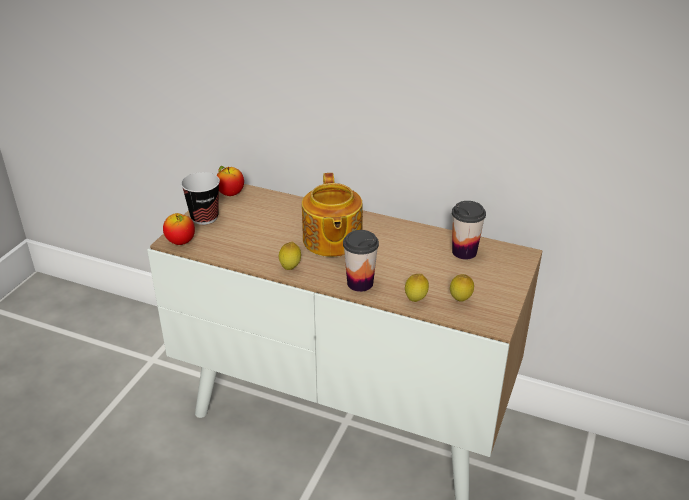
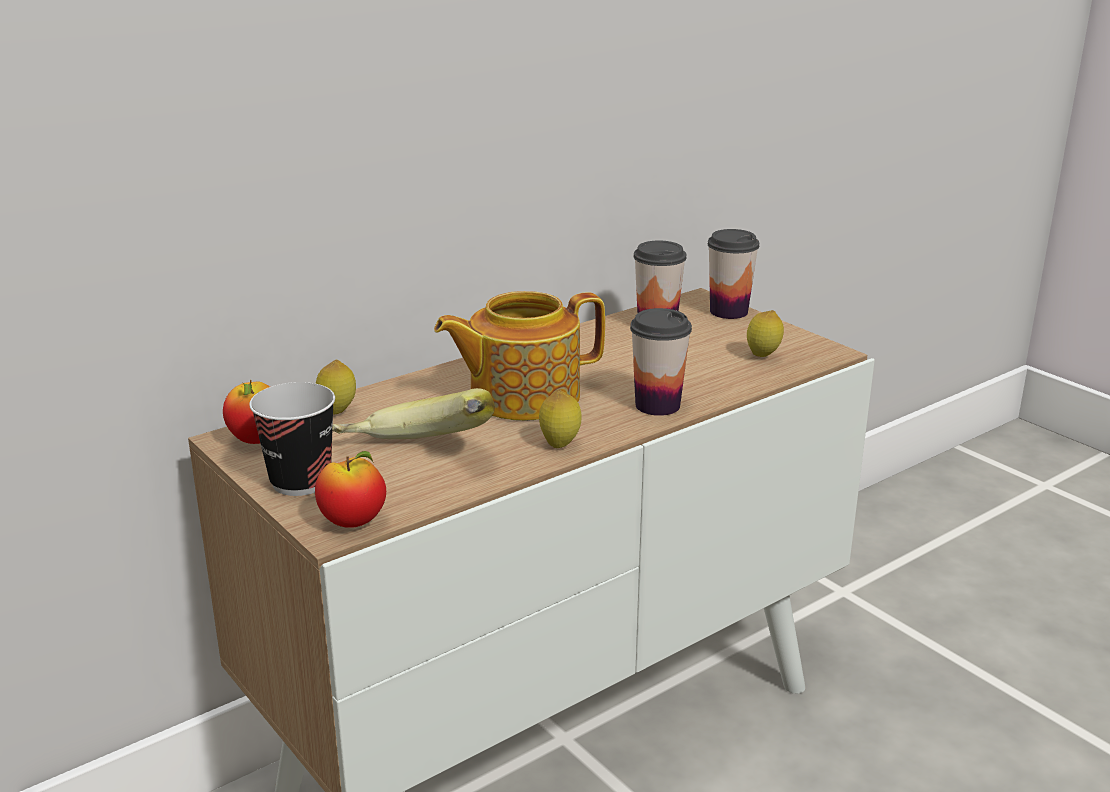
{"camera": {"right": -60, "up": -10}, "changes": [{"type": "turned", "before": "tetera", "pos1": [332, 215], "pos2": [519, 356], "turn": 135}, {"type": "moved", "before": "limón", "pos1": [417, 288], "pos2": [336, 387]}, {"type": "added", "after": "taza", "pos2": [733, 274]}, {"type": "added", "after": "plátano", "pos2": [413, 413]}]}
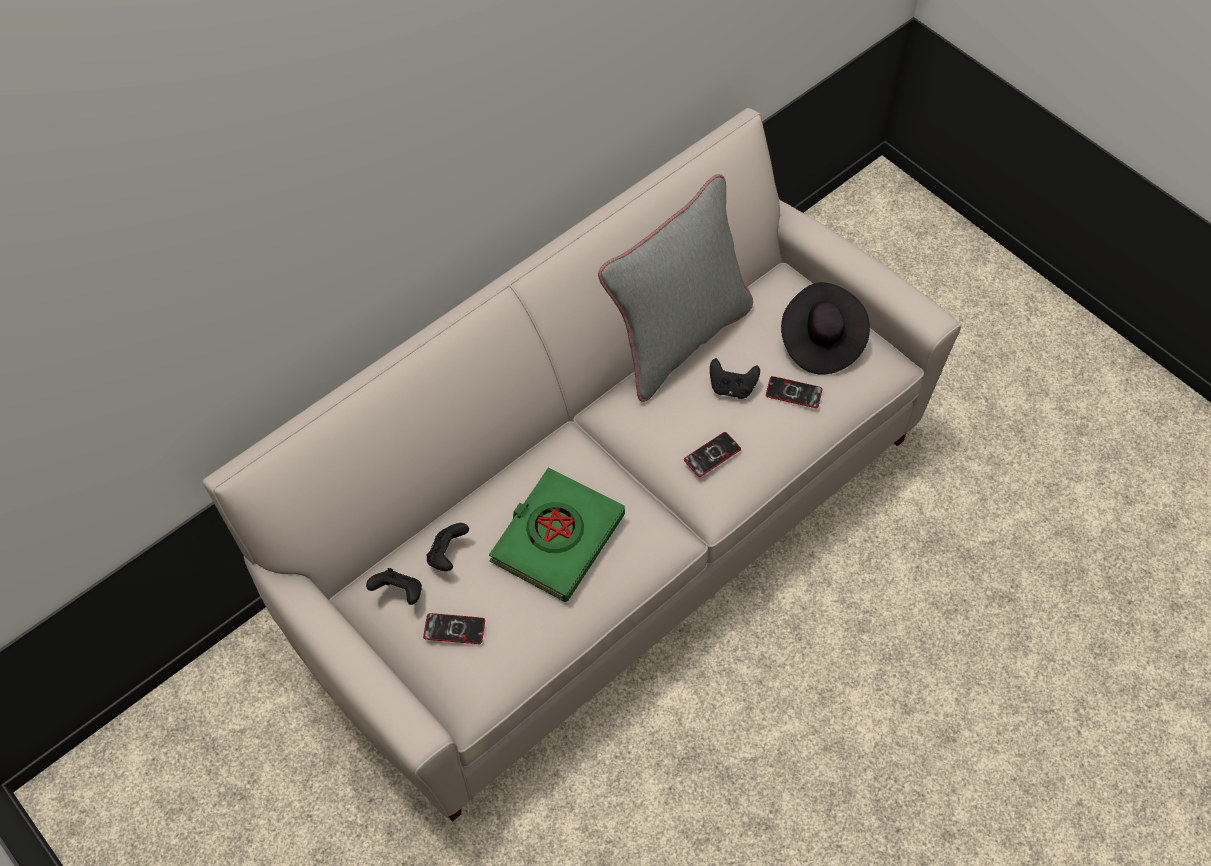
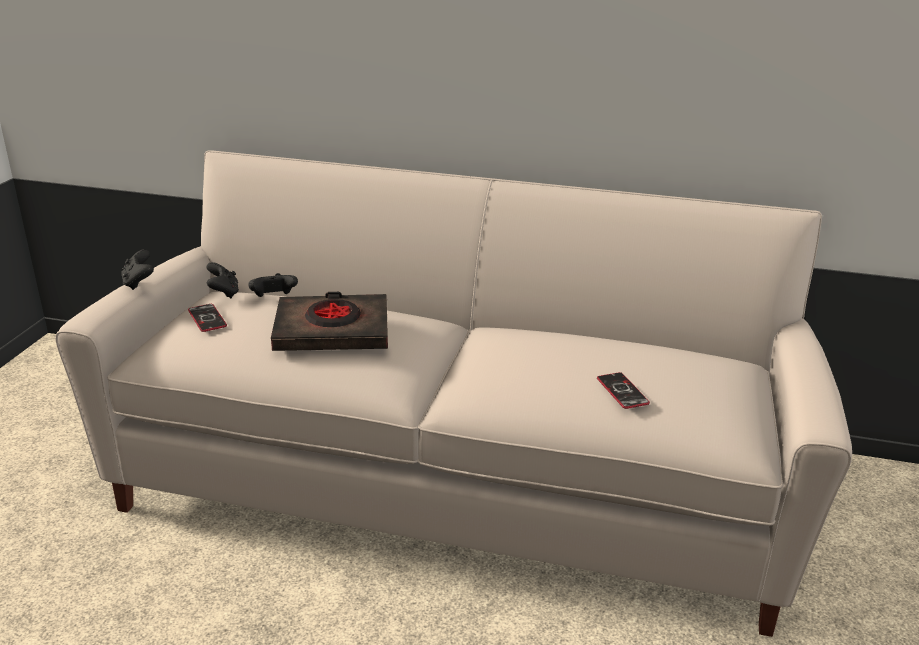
{"camera": {"right": 55, "up": -30}, "changes": [{"type": "removed", "before": "cojín/gris", "pos1": [675, 288]}, {"type": "removed", "before": "sombrero/negro", "pos1": [825, 328]}, {"type": "moved", "before": "mando de consola/negro", "pos1": [735, 378], "pos2": [137, 269]}, {"type": "removed", "before": "móvil", "pos1": [712, 454]}, {"type": "recoloured", "before": "libro/verde", "after": "libro/negro", "pos1": [557, 534], "pos2": [329, 321]}]}
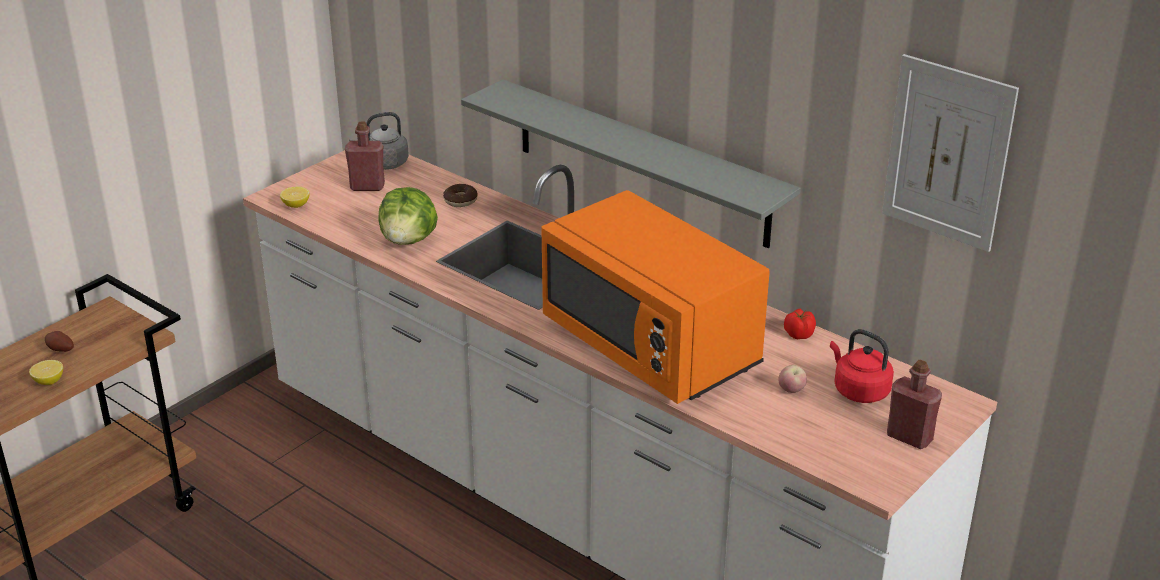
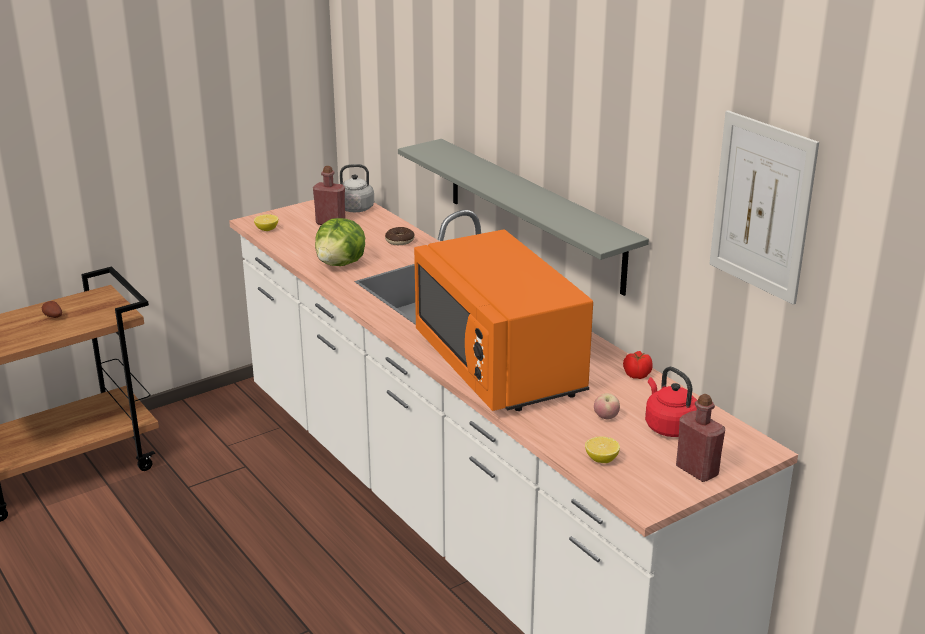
{"camera": {"right": 15, "up": -5}, "changes": [{"type": "moved", "before": "limón", "pos1": [46, 372], "pos2": [602, 449]}]}
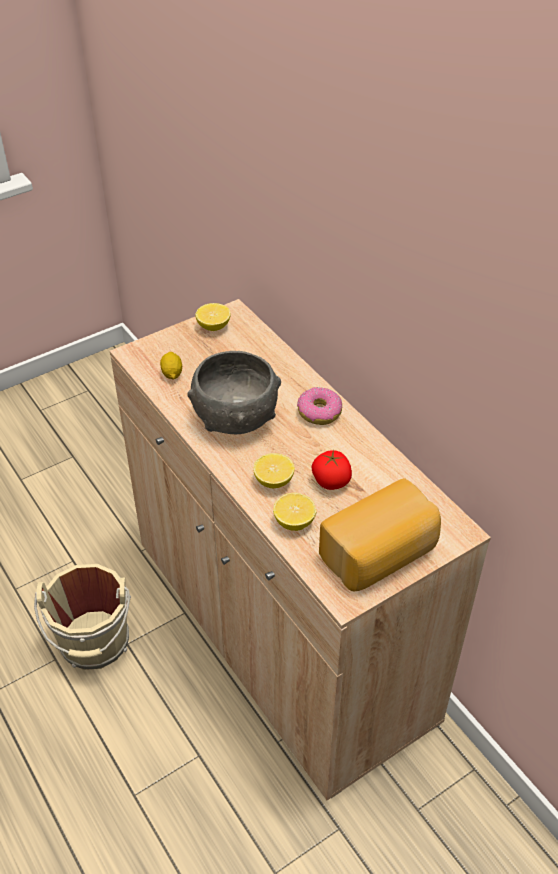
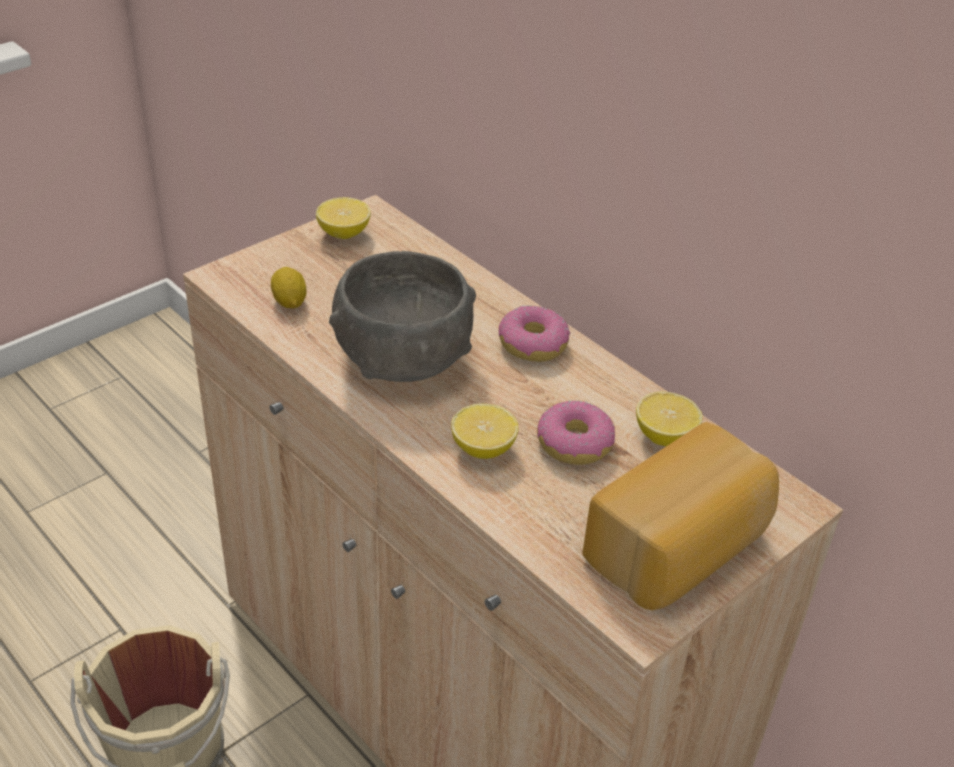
{"camera": {"right": -10, "up": -5}, "changes": [{"type": "replaced", "before": "tomate", "after": "rosquilla", "pos1": [332, 470], "pos2": [576, 432]}, {"type": "moved", "before": "limón", "pos1": [294, 512], "pos2": [669, 418]}]}
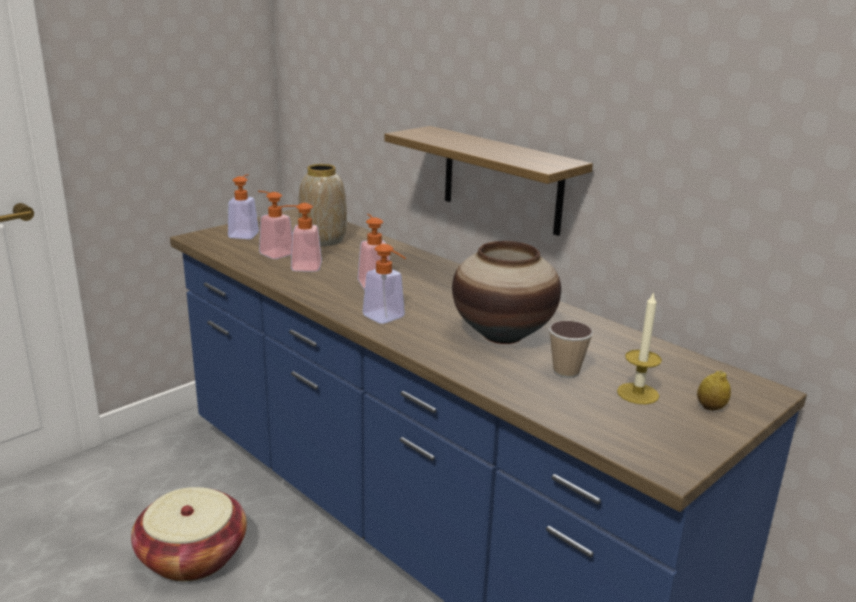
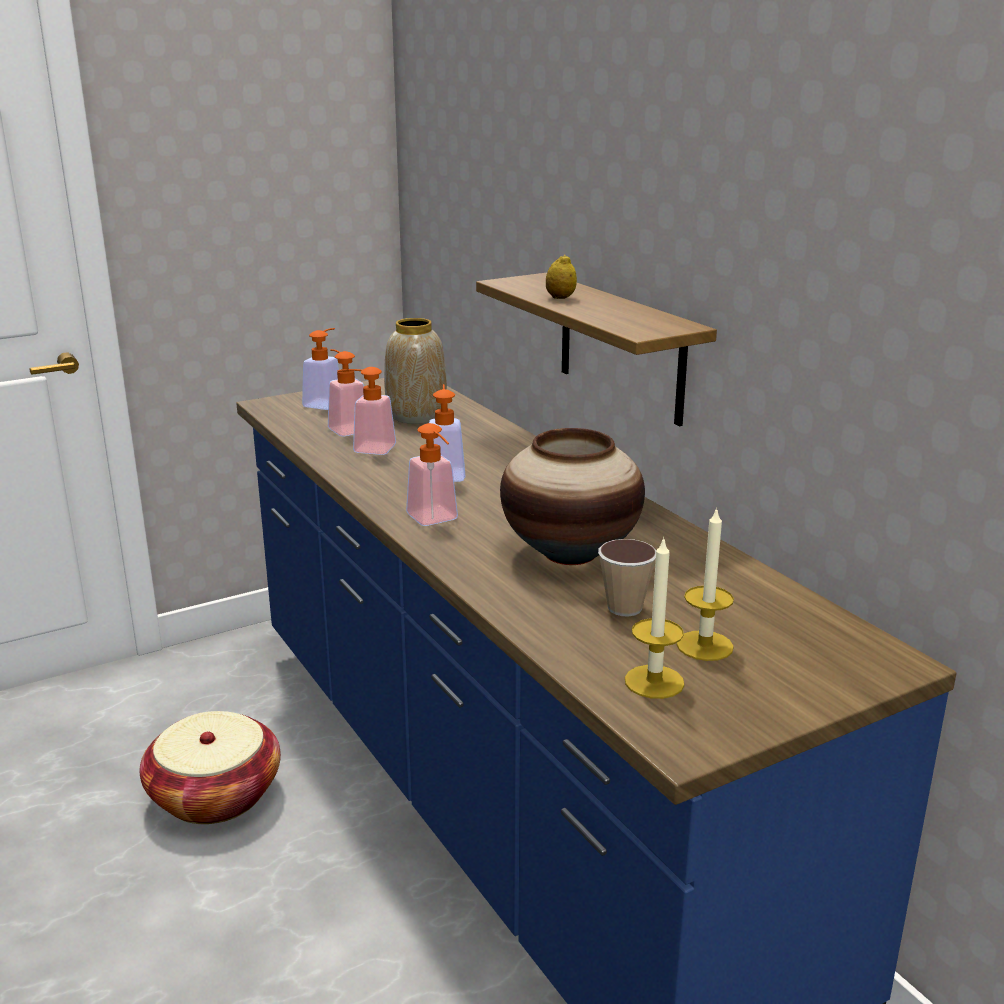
{"camera": {"right": 15, "up": 0}, "changes": [{"type": "moved", "before": "limón", "pos1": [714, 390], "pos2": [561, 276]}, {"type": "added", "after": "vela", "pos2": [654, 618]}]}
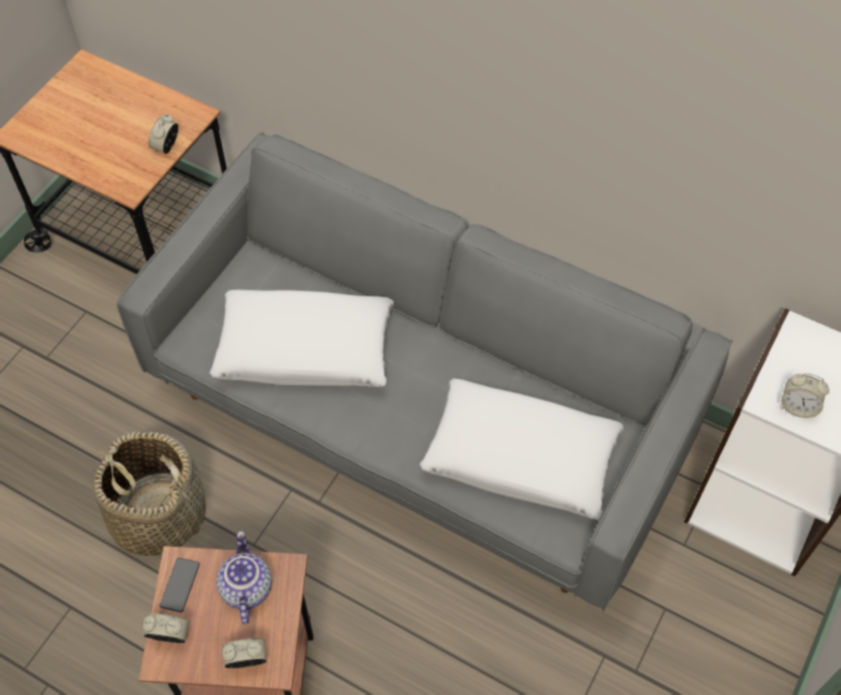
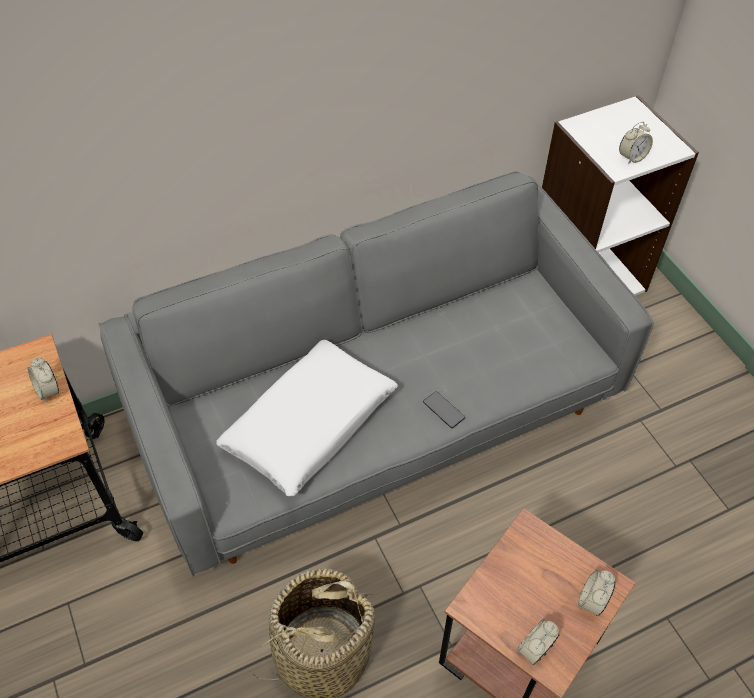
{"camera": {"right": -55, "up": -5}, "changes": [{"type": "removed", "before": "cojín/blanco", "pos1": [522, 448]}, {"type": "removed", "before": "tetera", "pos1": [244, 578]}, {"type": "moved", "before": "móvil", "pos1": [180, 585], "pos2": [444, 409]}]}
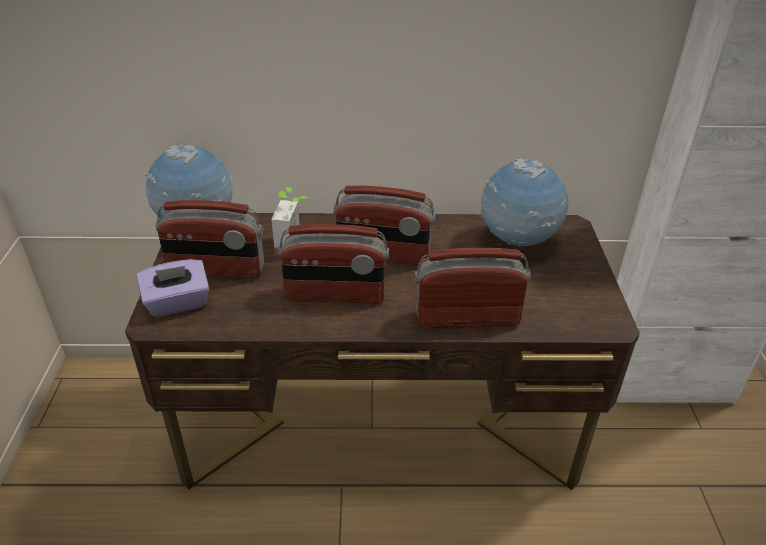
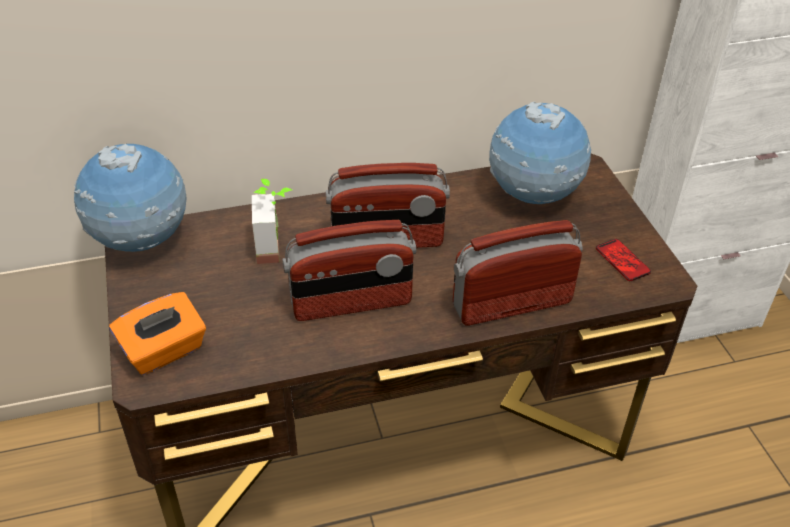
{"camera": {"right": -15, "up": 5}, "changes": [{"type": "removed", "before": "radio", "pos1": [210, 239]}, {"type": "recoloured", "before": "caja de pañuelos/morado", "after": "caja de pañuelos/naranja", "pos1": [172, 288], "pos2": [157, 333]}, {"type": "added", "after": "móvil", "pos2": [623, 260]}]}
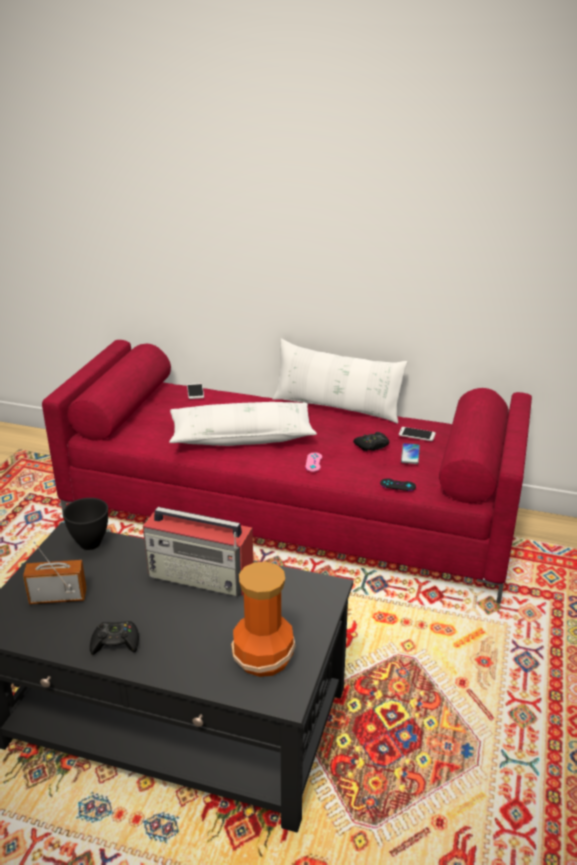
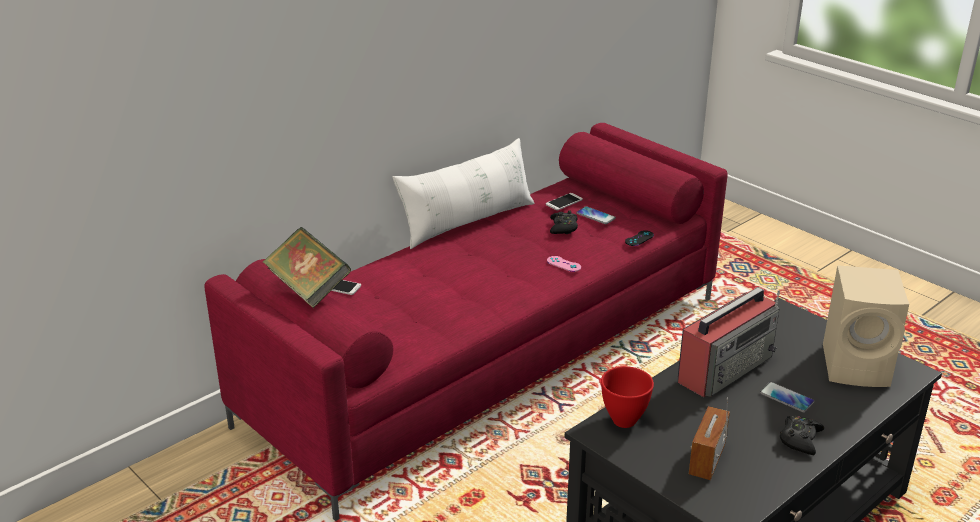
{"camera": {"right": -60, "up": 0}, "changes": [{"type": "removed", "before": "cojín/blanco", "pos1": [243, 424]}, {"type": "recoloured", "before": "cuenco/negro", "after": "cuenco/rojo", "pos1": [85, 524], "pos2": [627, 397]}, {"type": "replaced", "before": "florero", "after": "altavoz/beis", "pos1": [263, 619], "pos2": [866, 326]}, {"type": "added", "after": "libro", "pos2": [306, 267]}, {"type": "added", "after": "móvil", "pos2": [787, 397]}]}
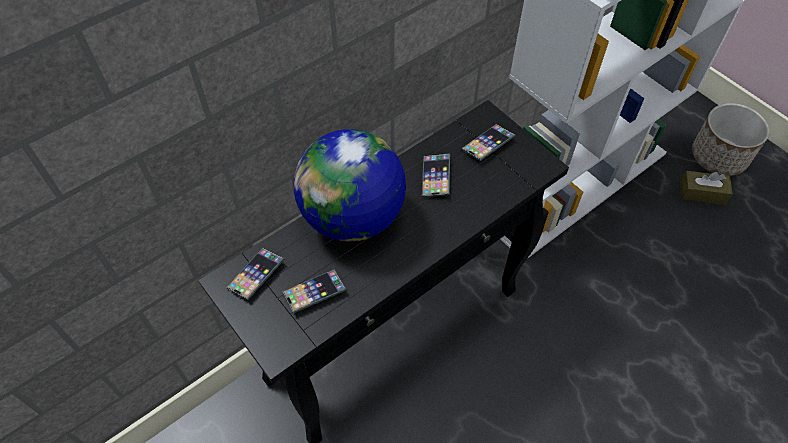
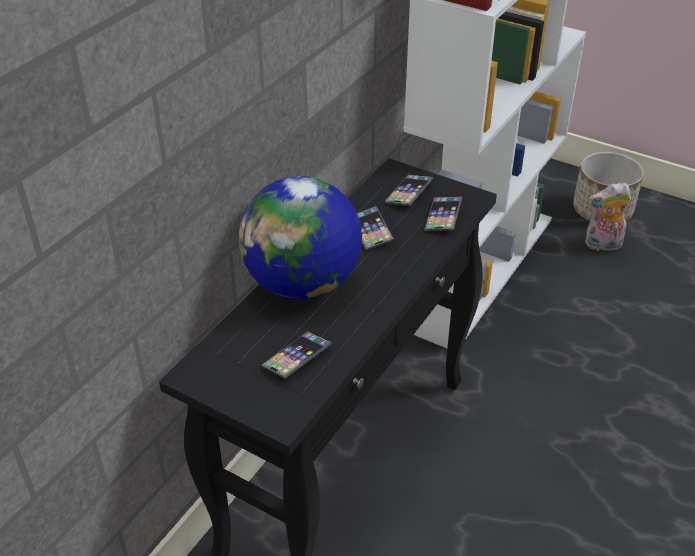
{"camera": {"right": -20, "up": -15}, "changes": [{"type": "replaced", "before": "caja de pañuelos/marrón", "after": "peluche", "pos1": [706, 188], "pos2": [608, 216]}, {"type": "moved", "before": "móvil", "pos1": [255, 274], "pos2": [443, 214]}]}
